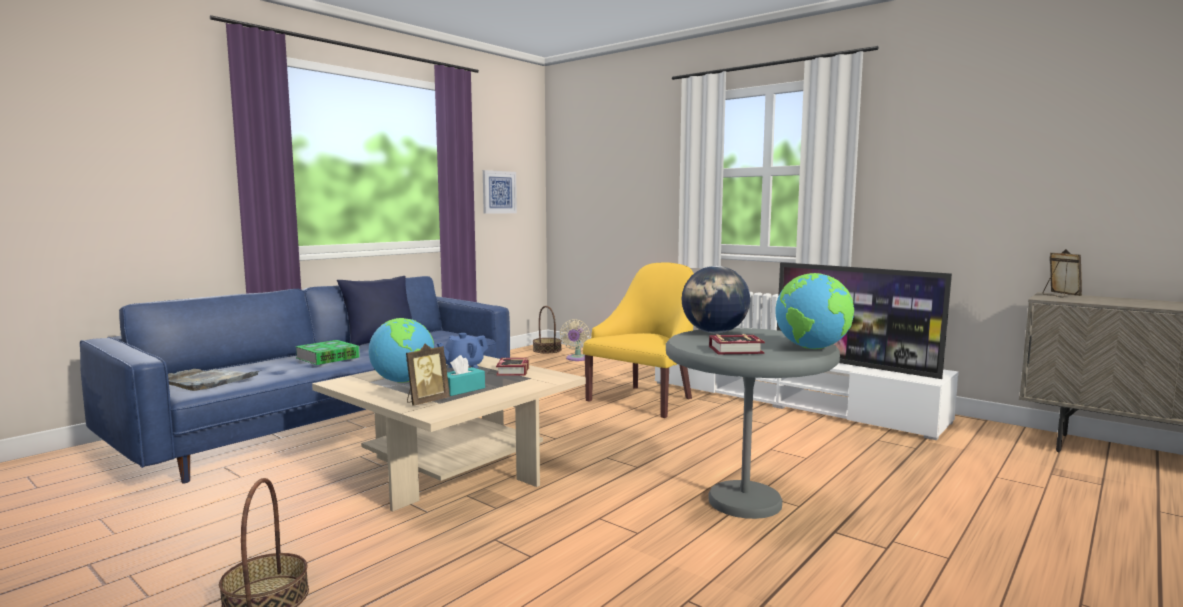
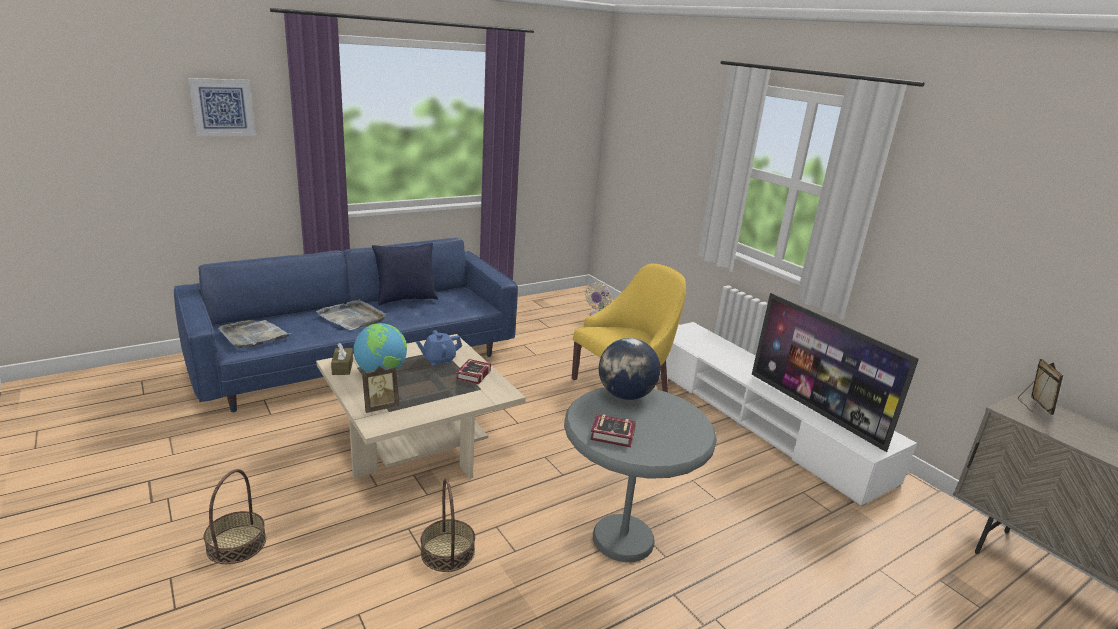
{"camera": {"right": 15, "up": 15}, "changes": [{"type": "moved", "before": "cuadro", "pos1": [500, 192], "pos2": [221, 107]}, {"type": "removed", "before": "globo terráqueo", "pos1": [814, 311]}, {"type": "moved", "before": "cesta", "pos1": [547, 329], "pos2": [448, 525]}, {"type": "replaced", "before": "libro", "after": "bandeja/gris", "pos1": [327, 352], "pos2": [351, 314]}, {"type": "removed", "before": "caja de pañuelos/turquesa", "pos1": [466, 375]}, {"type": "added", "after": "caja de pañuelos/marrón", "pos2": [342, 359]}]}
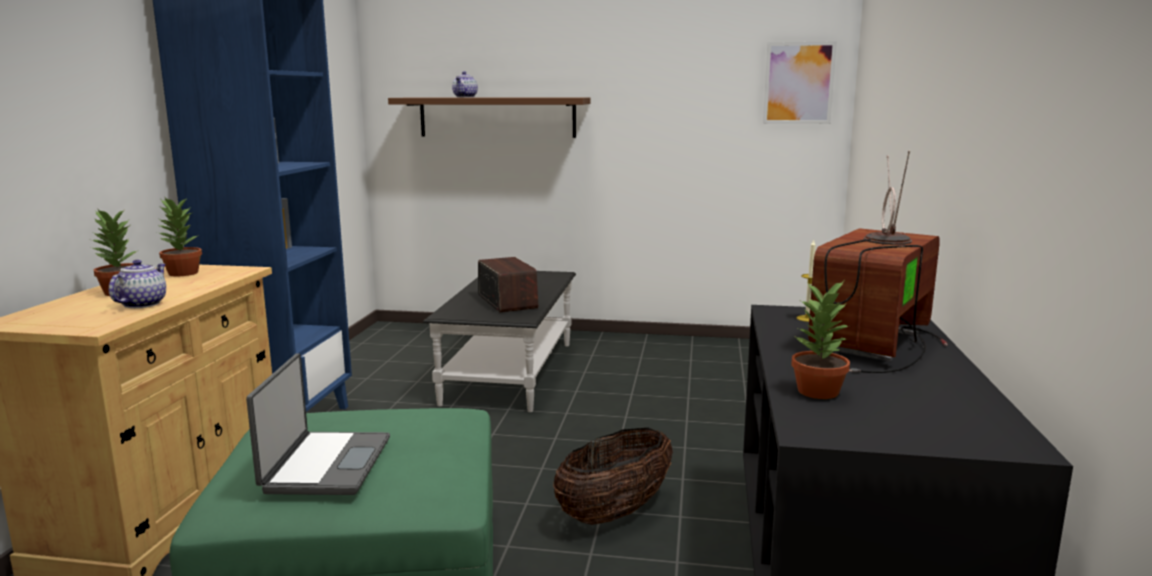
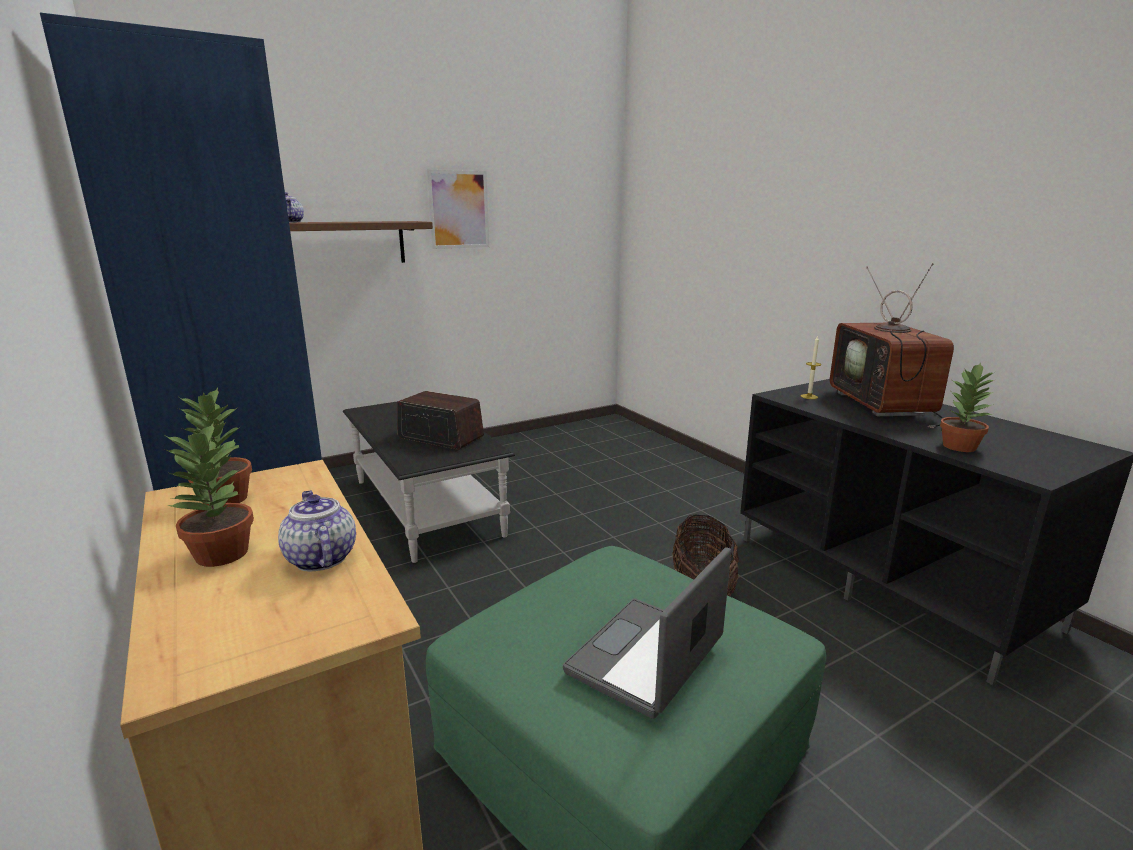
{"camera": {"right": -40, "up": 5}, "changes": [{"type": "moved", "before": "cuadro", "pos1": [800, 82], "pos2": [458, 209]}, {"type": "turned", "before": "portátil", "pos1": [318, 424], "pos2": [647, 633], "turn": -105}]}
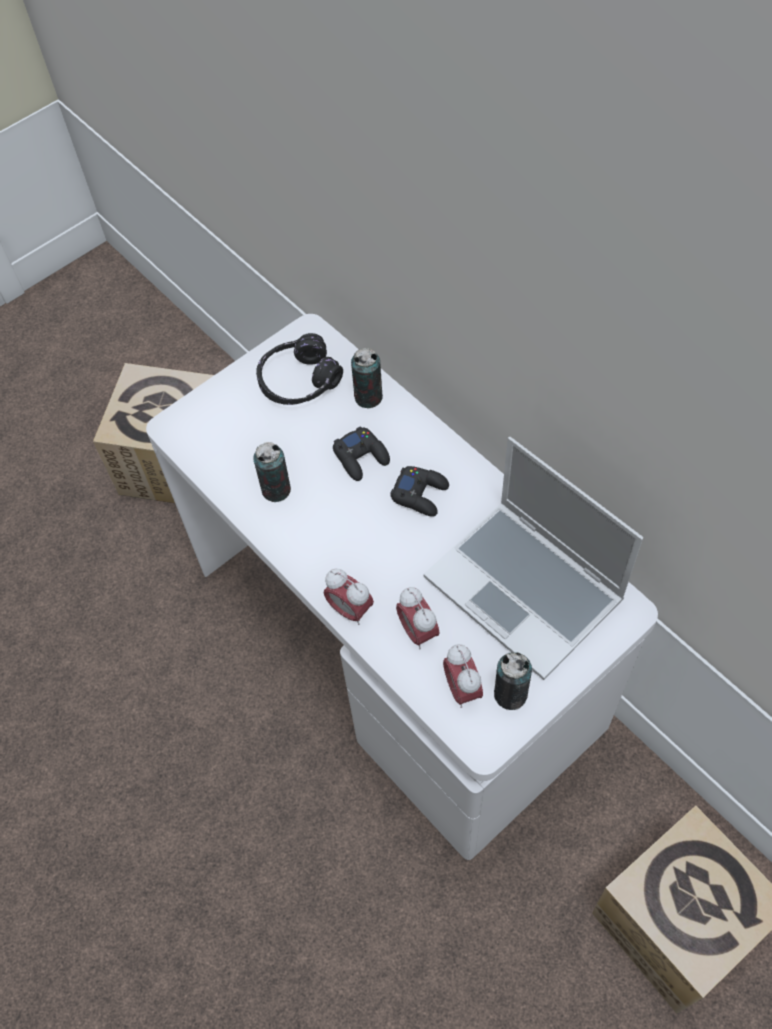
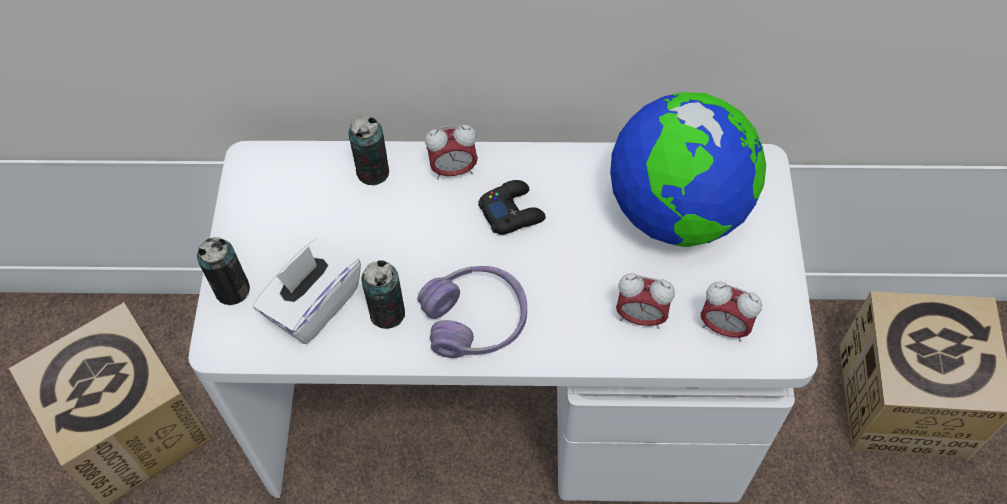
{"camera": {"right": -50, "up": 0}, "changes": [{"type": "removed", "before": "auriculares/negro", "pos1": [299, 369]}, {"type": "removed", "before": "mando de consola/negro", "pos1": [361, 453]}, {"type": "replaced", "before": "portátil", "after": "globo terráqueo", "pos1": [533, 558], "pos2": [688, 169]}, {"type": "moved", "before": "despertador", "pos1": [349, 597], "pos2": [451, 152]}, {"type": "moved", "before": "lata", "pos1": [513, 681], "pos2": [223, 271]}, {"type": "added", "after": "caja de pañuelos/blanco", "pos2": [307, 291]}, {"type": "added", "after": "auriculares/morado", "pos2": [472, 312]}]}
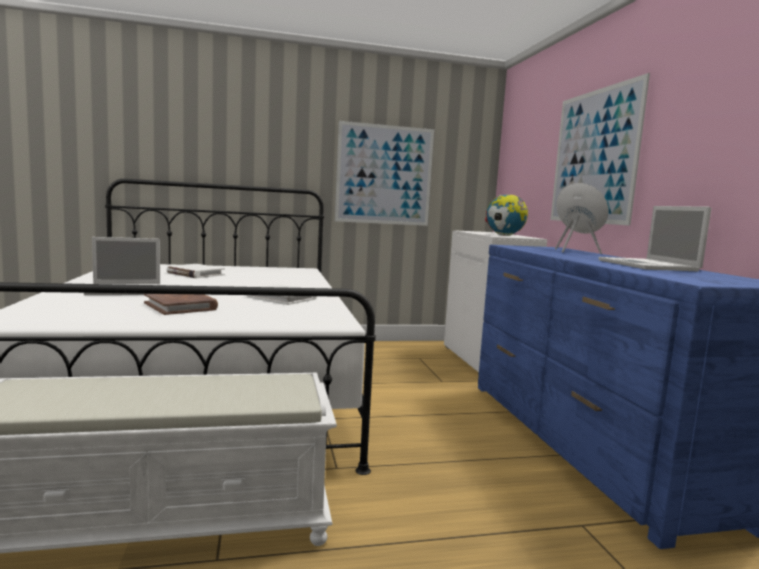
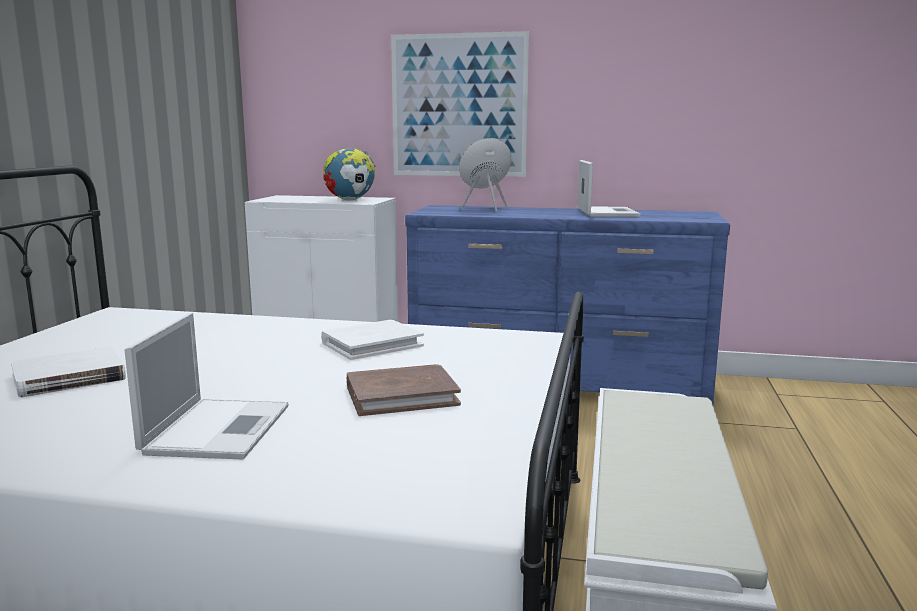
{"camera": {"right": -65, "up": 5}, "changes": [{"type": "removed", "before": "cuadro", "pos1": [384, 173]}, {"type": "turned", "before": "portátil", "pos1": [654, 238], "pos2": [609, 188], "turn": -105}]}
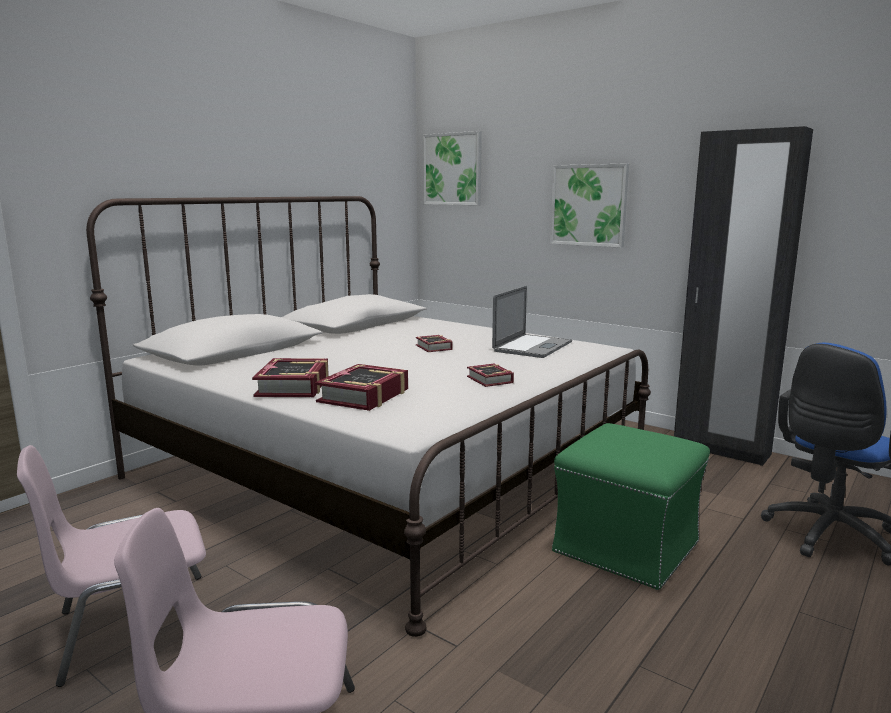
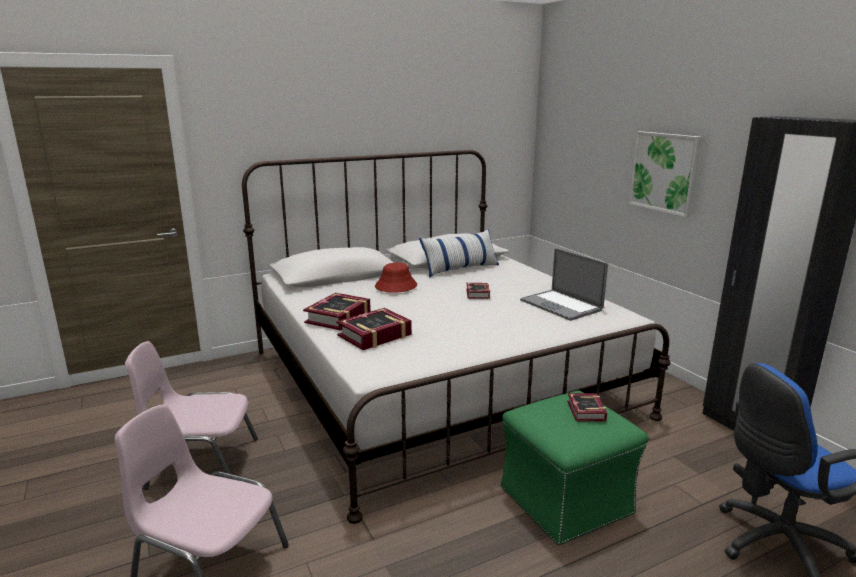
{"camera": {"right": 25, "up": 5}, "changes": [{"type": "removed", "before": "cuadro", "pos1": [452, 168]}, {"type": "turned", "before": "portátil", "pos1": [532, 322], "pos2": [564, 284], "turn": 90}, {"type": "moved", "before": "libro", "pos1": [490, 375], "pos2": [587, 407]}, {"type": "added", "after": "cojín", "pos2": [459, 253]}, {"type": "added", "after": "sombrero/rojo", "pos2": [396, 277]}]}
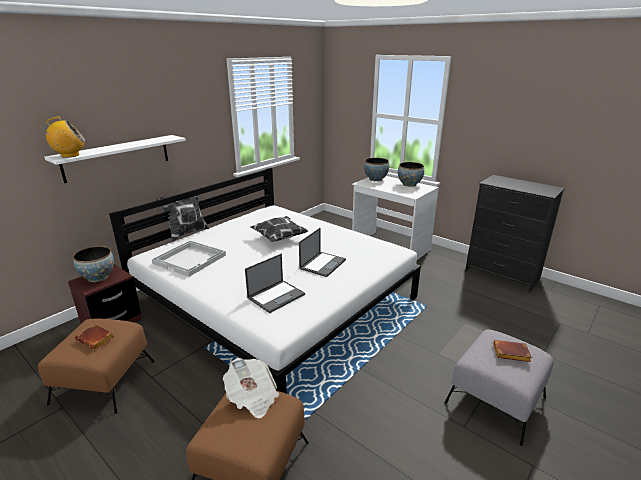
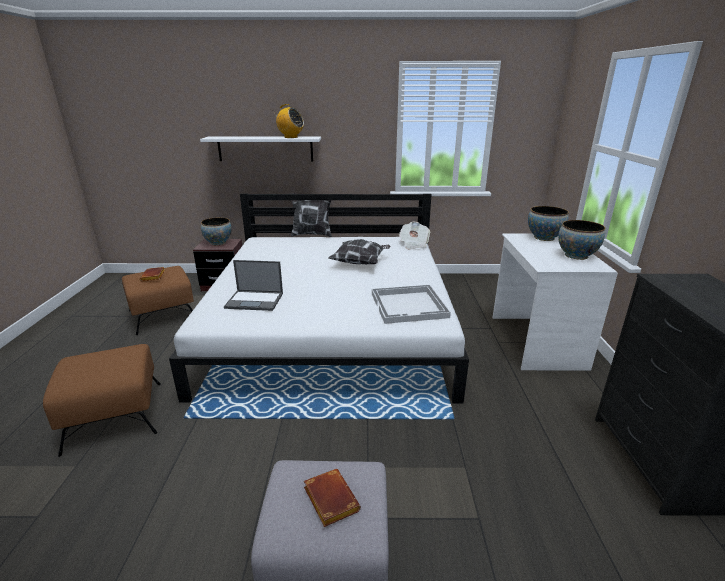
{"camera": {"right": 50, "up": 0}, "changes": [{"type": "moved", "before": "radio", "pos1": [64, 137], "pos2": [289, 121]}, {"type": "removed", "before": "portátil", "pos1": [322, 252]}, {"type": "moved", "before": "bandeja/blanco", "pos1": [189, 258], "pos2": [411, 304]}, {"type": "moved", "before": "periódico", "pos1": [251, 388], "pos2": [414, 235]}]}
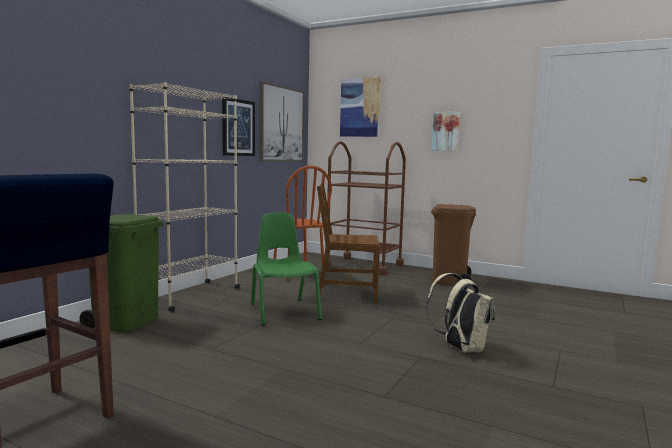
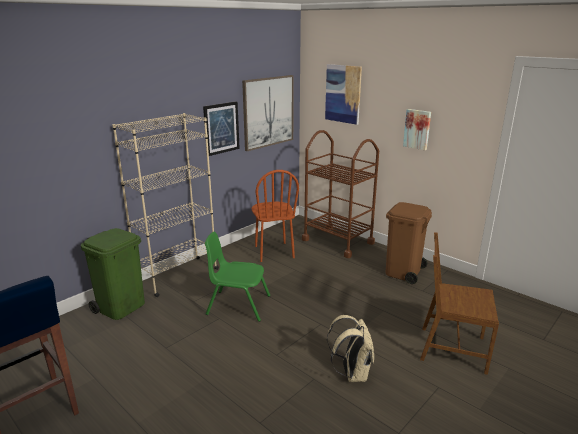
{"camera": {"right": 15, "up": 15}, "changes": [{"type": "moved", "before": "silla/marrón", "pos1": [348, 243], "pos2": [459, 303]}, {"type": "turned", "before": "silla/verde", "pos1": [286, 269], "pos2": [237, 277], "turn": -75}]}
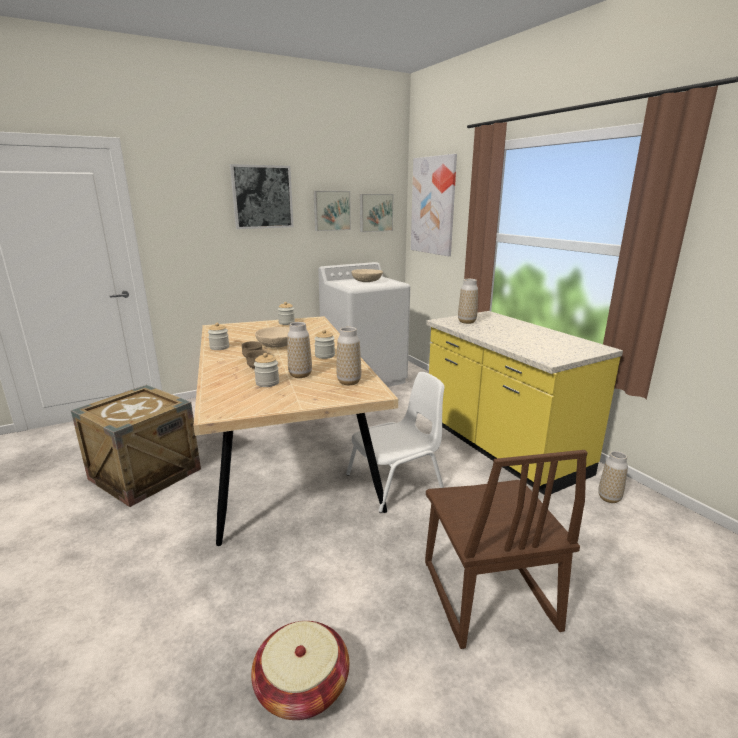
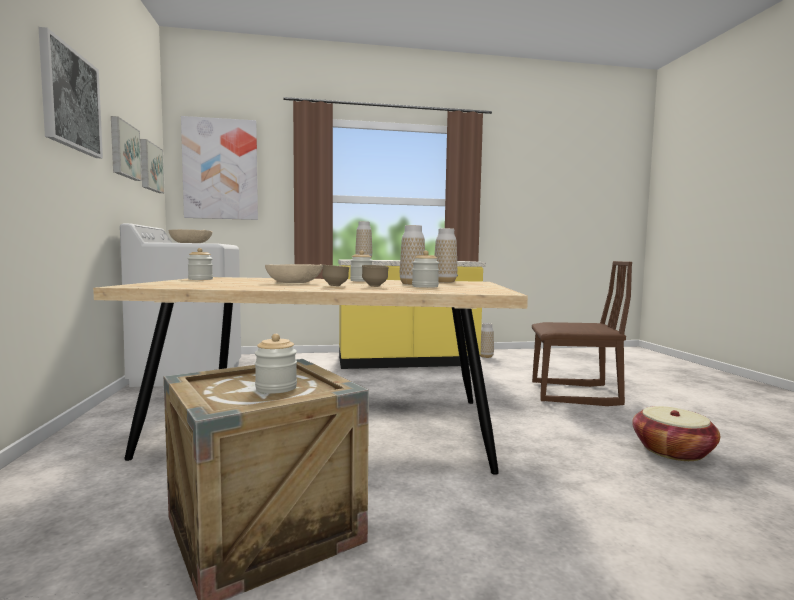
{"camera": {"right": -70, "up": -15}, "changes": [{"type": "moved", "before": "tarro", "pos1": [218, 336], "pos2": [276, 363]}, {"type": "removed", "before": "silla/blanco", "pos1": [395, 442]}]}
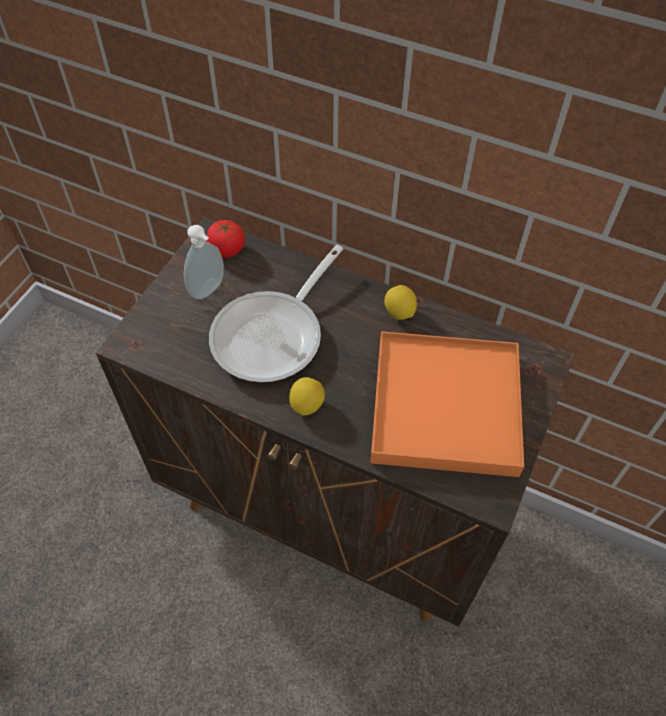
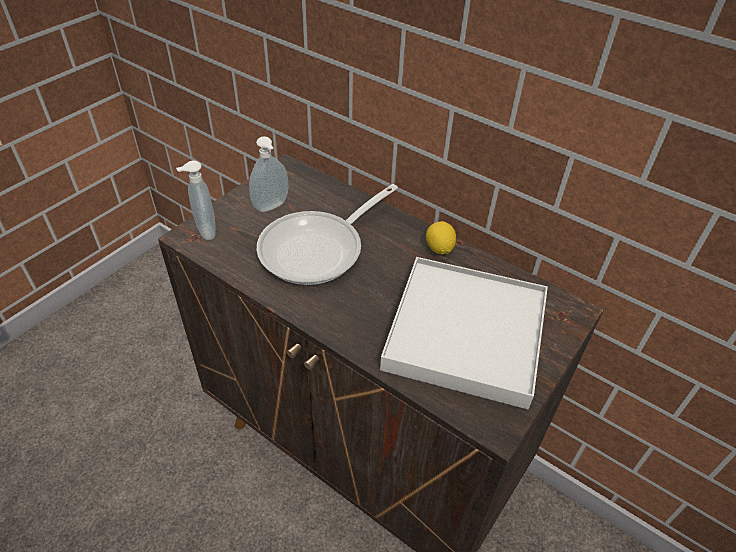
{"camera": {"right": 10, "up": -10}, "changes": [{"type": "removed", "before": "tomate", "pos1": [225, 239]}, {"type": "recoloured", "before": "bandeja/naranja", "after": "bandeja/blanco", "pos1": [447, 404], "pos2": [464, 333]}, {"type": "removed", "before": "limón", "pos1": [307, 396]}, {"type": "added", "after": "dispensador de jabón", "pos2": [196, 200]}]}
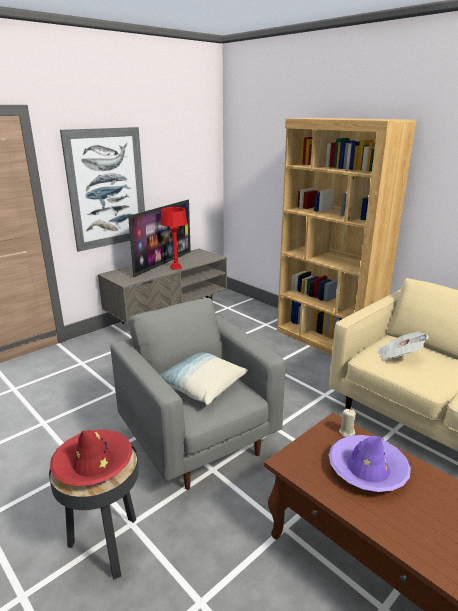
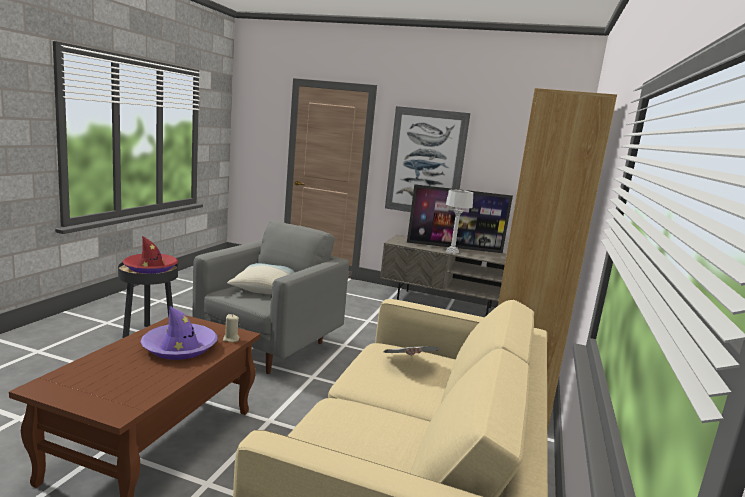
{"camera": {"right": 60, "up": -10}, "changes": [{"type": "recoloured", "before": "lámpara de mesa/rojo", "after": "lámpara de mesa/gris", "pos1": [174, 238], "pos2": [459, 221]}]}
